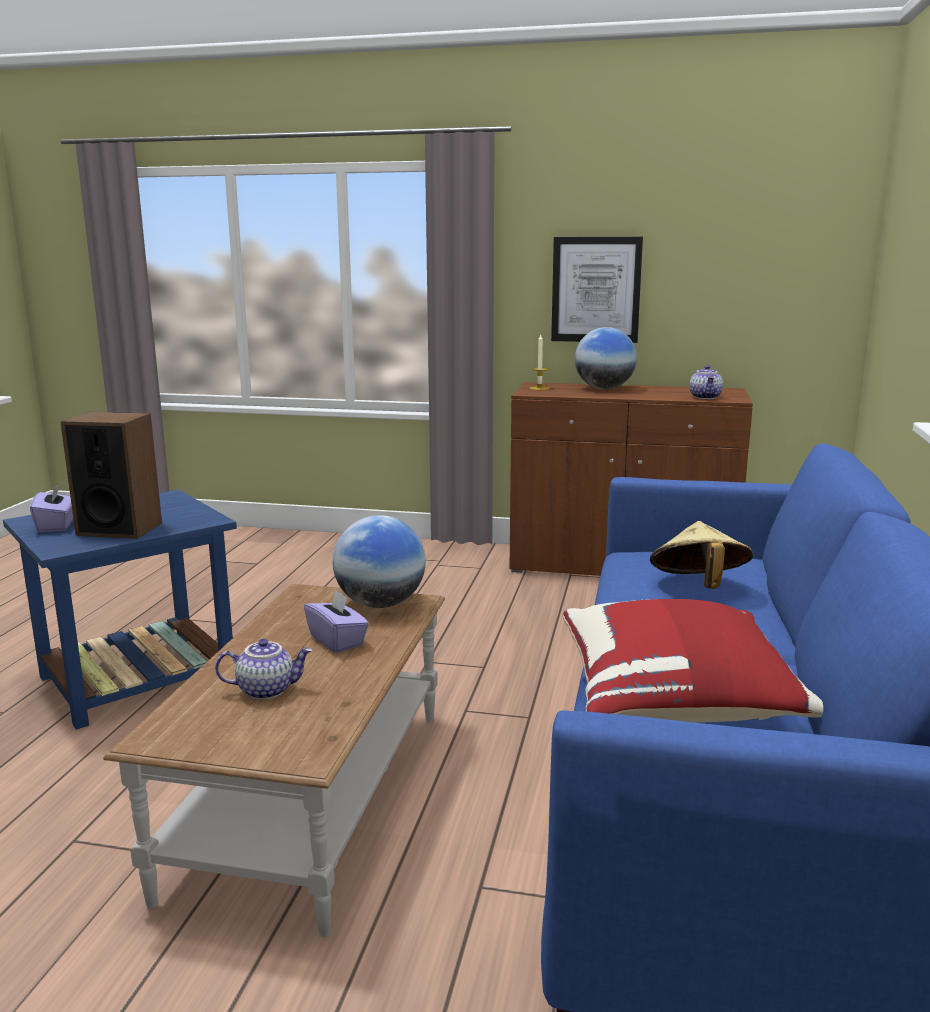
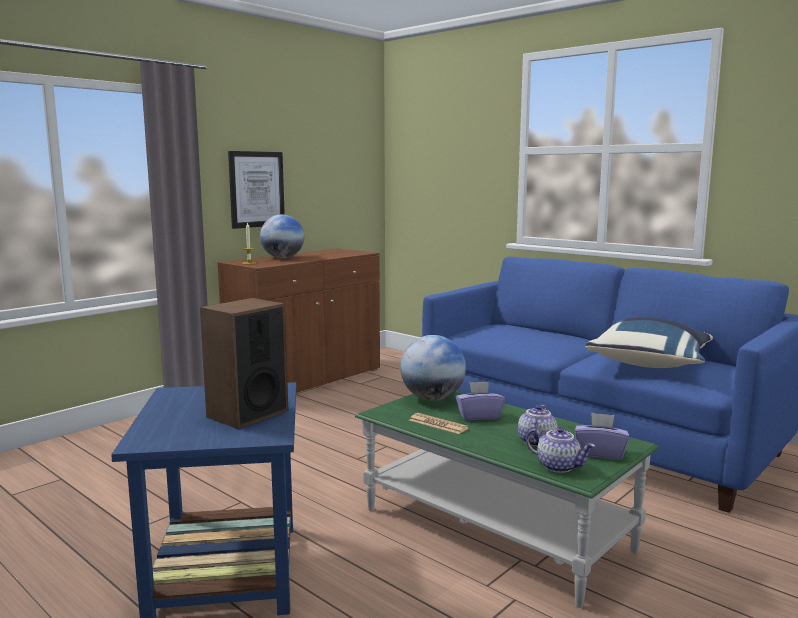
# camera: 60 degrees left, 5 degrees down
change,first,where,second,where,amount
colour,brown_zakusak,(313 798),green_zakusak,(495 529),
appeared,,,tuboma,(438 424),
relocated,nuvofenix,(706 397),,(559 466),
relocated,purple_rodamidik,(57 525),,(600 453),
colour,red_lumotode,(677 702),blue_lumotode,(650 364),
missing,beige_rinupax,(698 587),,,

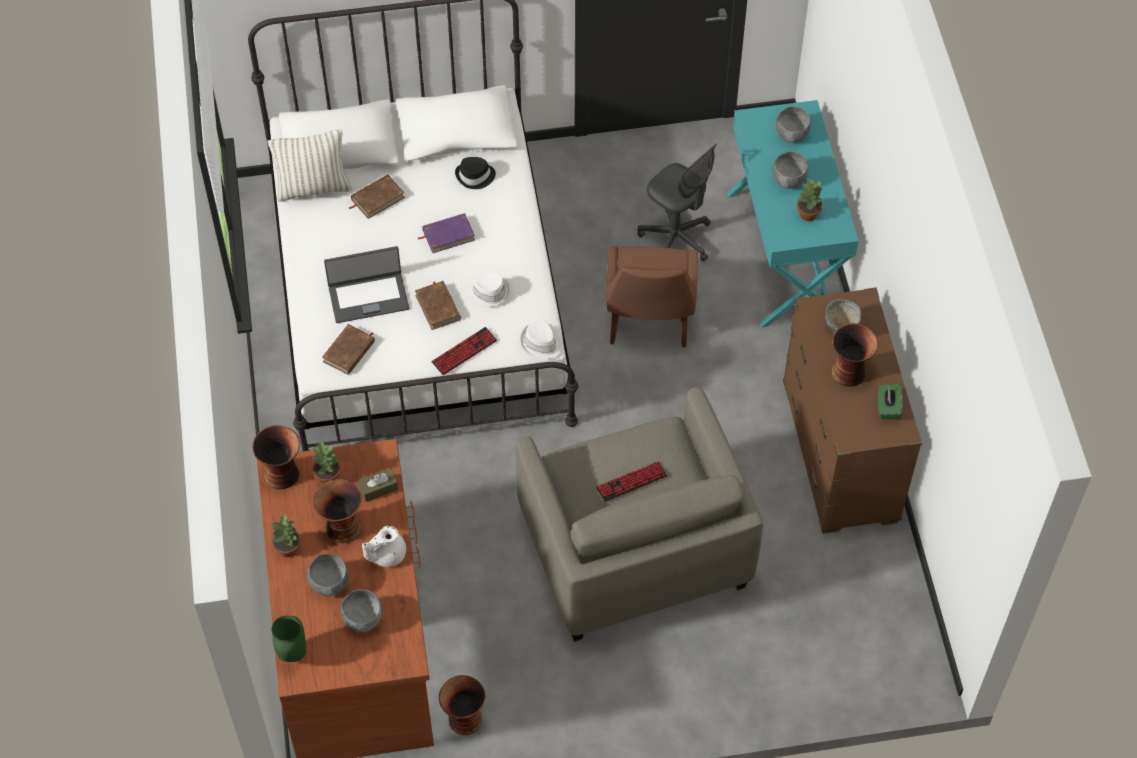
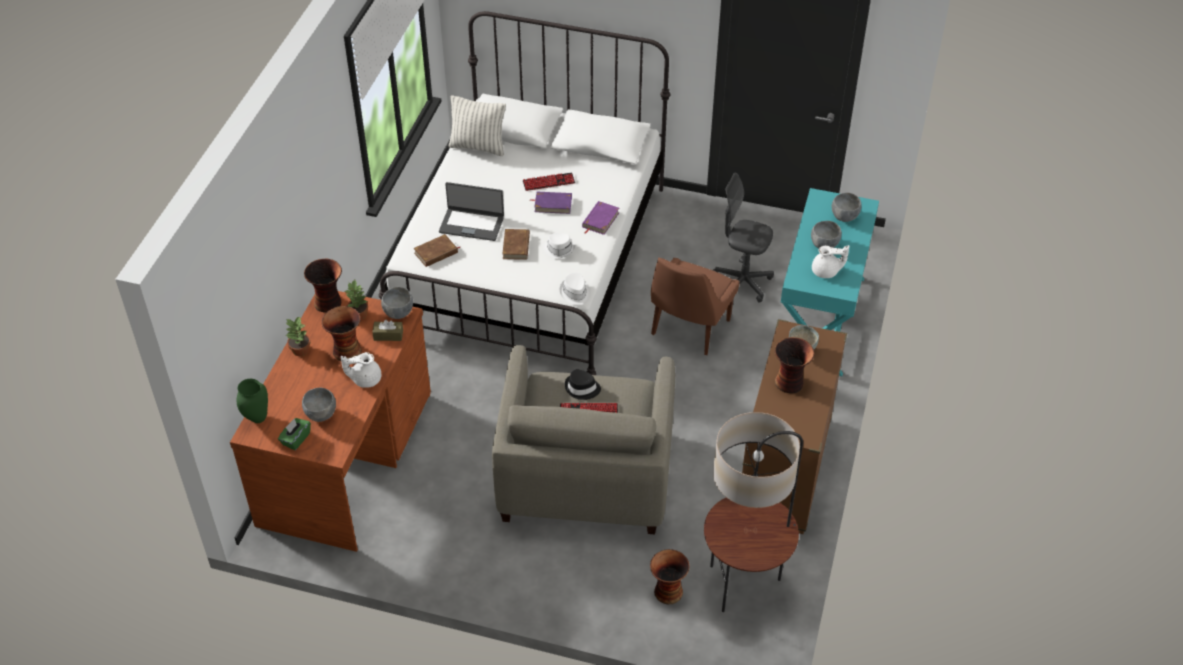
# camera: 25 degrees right, 10 degrees down
change,first,where,second,where,amount
relocated,green_rodamidik,(888 407),,(296 439),
relocated,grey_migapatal,(329 584),,(398 313),
relocated,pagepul,(464 352),,(548 182),
relocated,black_rinupax,(475 176),,(582 388),
appeared,,,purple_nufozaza,(600 220),
relocated,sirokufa,(463 719),,(667 591),
appeared,,,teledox,(744 584),
spun,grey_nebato,(676 239),,(742 283),135 degrees clockwise
exchanged,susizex,(808 214),white_nuvofenix,(826 272),
missing,brown_nufozaza,(377 198),,,

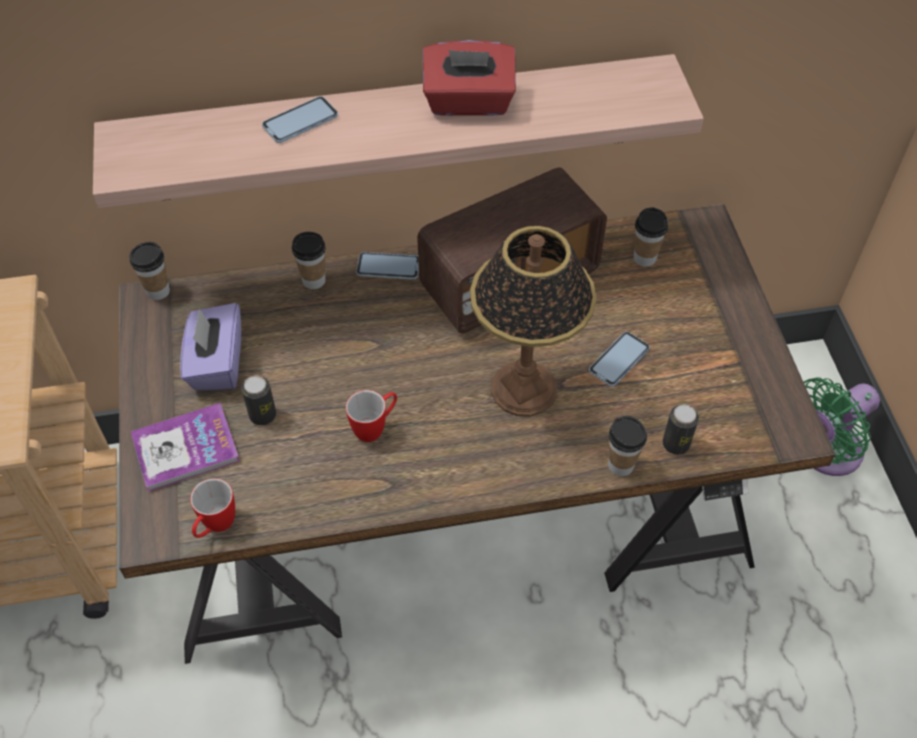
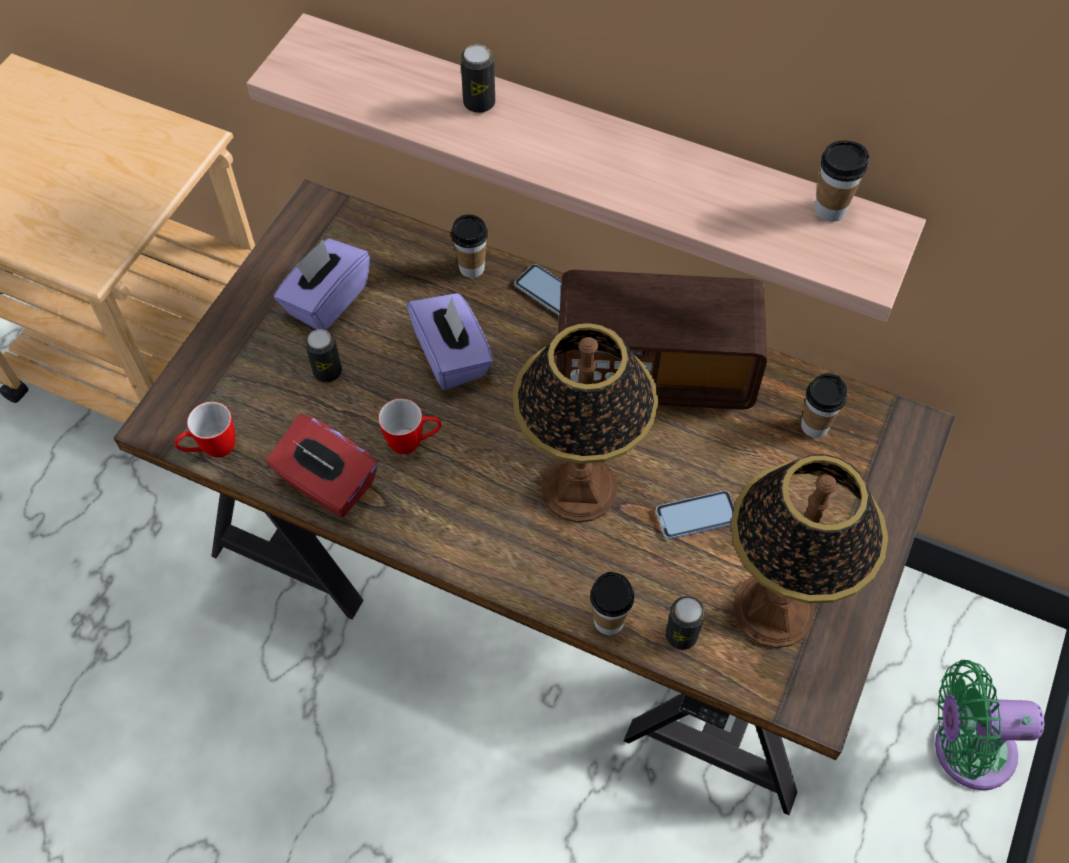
# camera: 35 degrees right, 5 degrees up
change,first,where,second,where,amount
relocated,red_rodamidik,(468 102),,(327 483),
appeared,,,purple_rodamidik,(452 356),
exchanged,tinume,(300 121),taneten,(479 103),
appeared,,,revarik,(774 609),
relocated,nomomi,(158 291),,(829 209),
missing,nufozaza,(186 448),,,

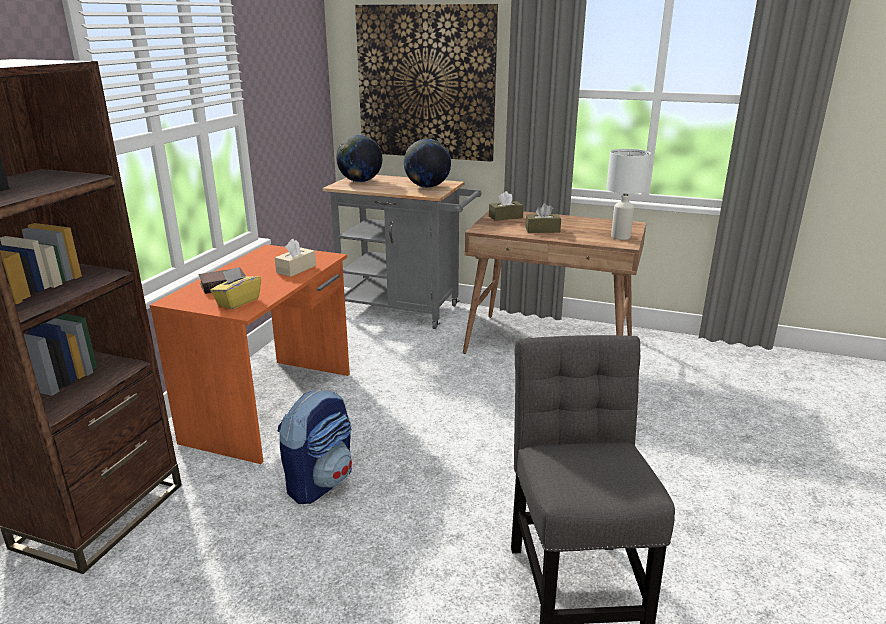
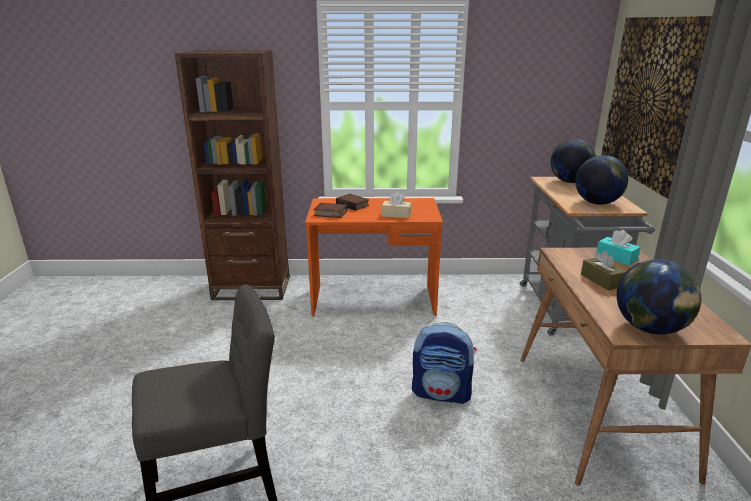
# camera: 70 degrees right, 0 degrees up
change,first,where,second,where,amount
exchanged,yellow_rodamidik,(238 302),nufozaza,(330 214),
relocated,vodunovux,(320 482),,(442 393),
colour,brown_rodamidik,(505 217),turquoise_rodamidik,(616 257),
exchanged,white_revarik,(621 237),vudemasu,(649 329),

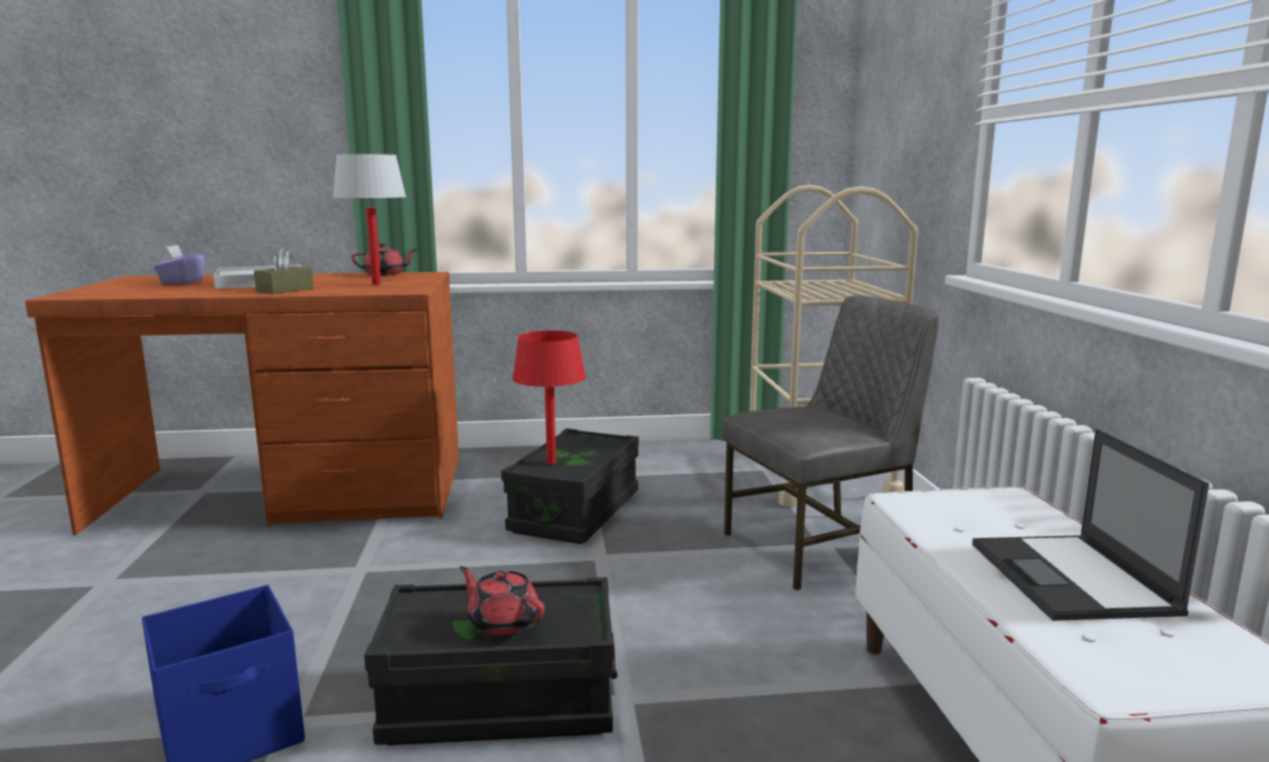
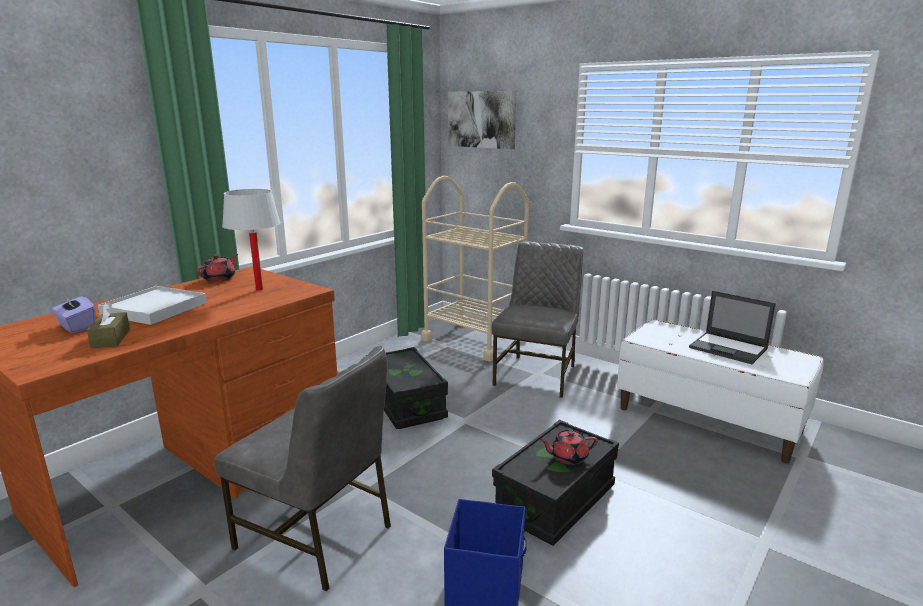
# camera: 45 degrees left, 5 degrees up
change,first,where,second,where,amount
relocated,brown_rodamidik,(285 290),,(111 338),
appeared,,,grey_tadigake,(317 537),
appeared,,,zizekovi,(482 119),
missing,red_revarik,(551 463),,,

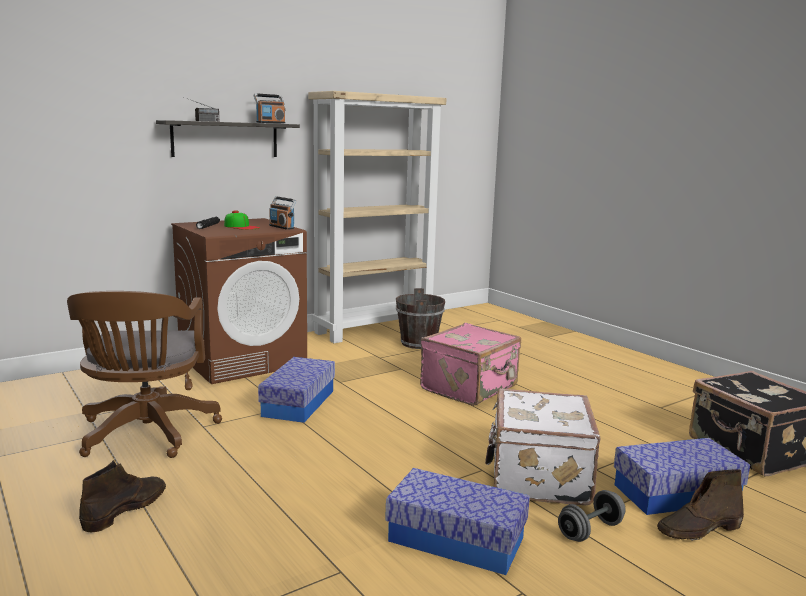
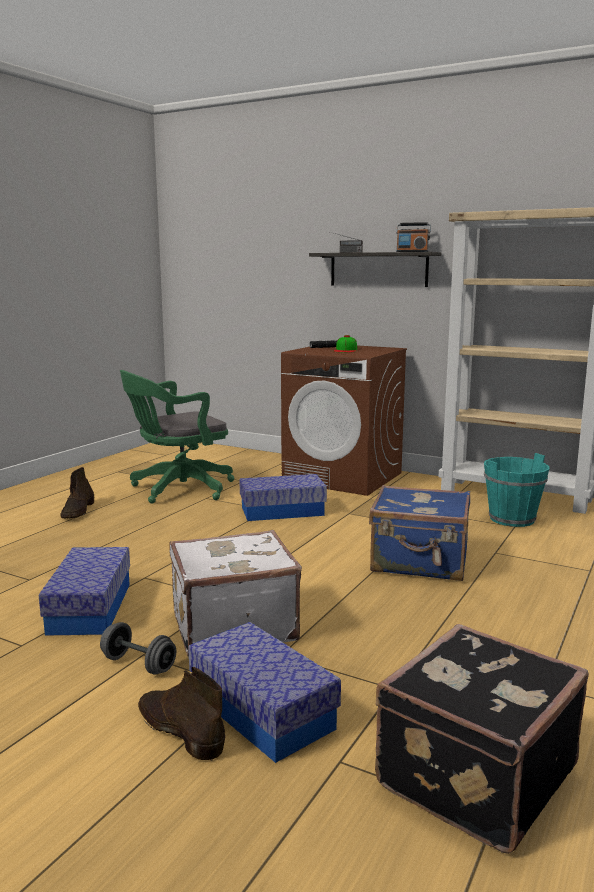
# camera: 65 degrees right, 0 degrees up
change,first,where,second,where,amount
spun,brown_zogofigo,(126 508),,(78 511),90 degrees clockwise
colour,brown_nebato,(146 435),green_nebato,(178 489),
colour,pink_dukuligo,(470 388),blue_dukuligo,(420 563),
colour,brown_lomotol,(419 343),turquoise_lomotol,(512 519),
missing,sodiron,(282 227),,,

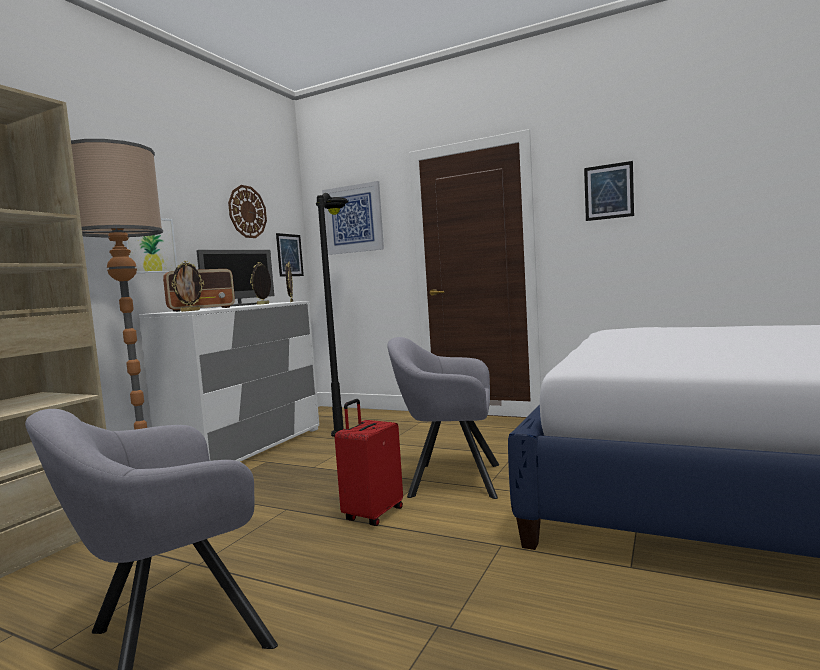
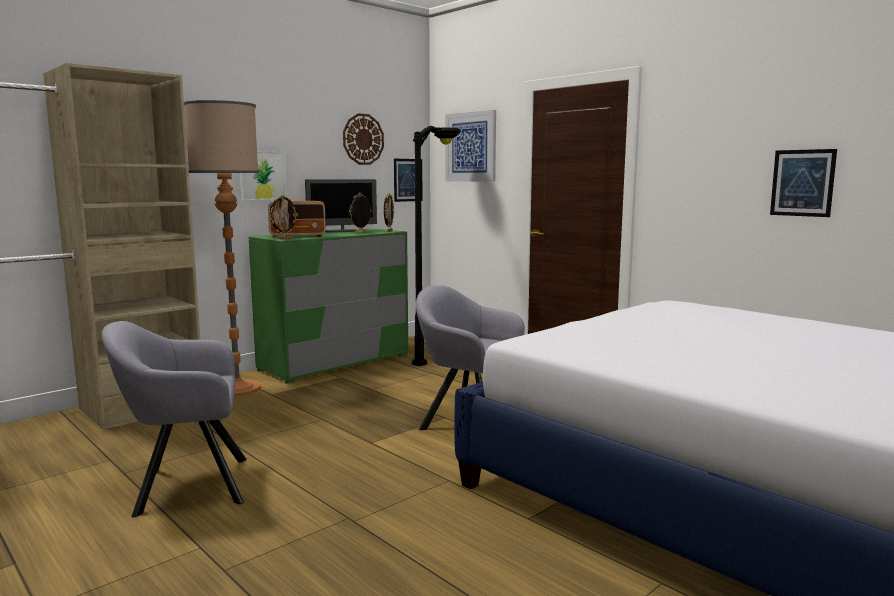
# camera: 20 degrees right, 5 degrees up
change,first,where,second,where,amount
colour,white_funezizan,(246 448),green_funezizan,(335 362),
relocated,zizekovi,(608 191),,(802 183),
missing,red_dukuligo,(372 514),,,

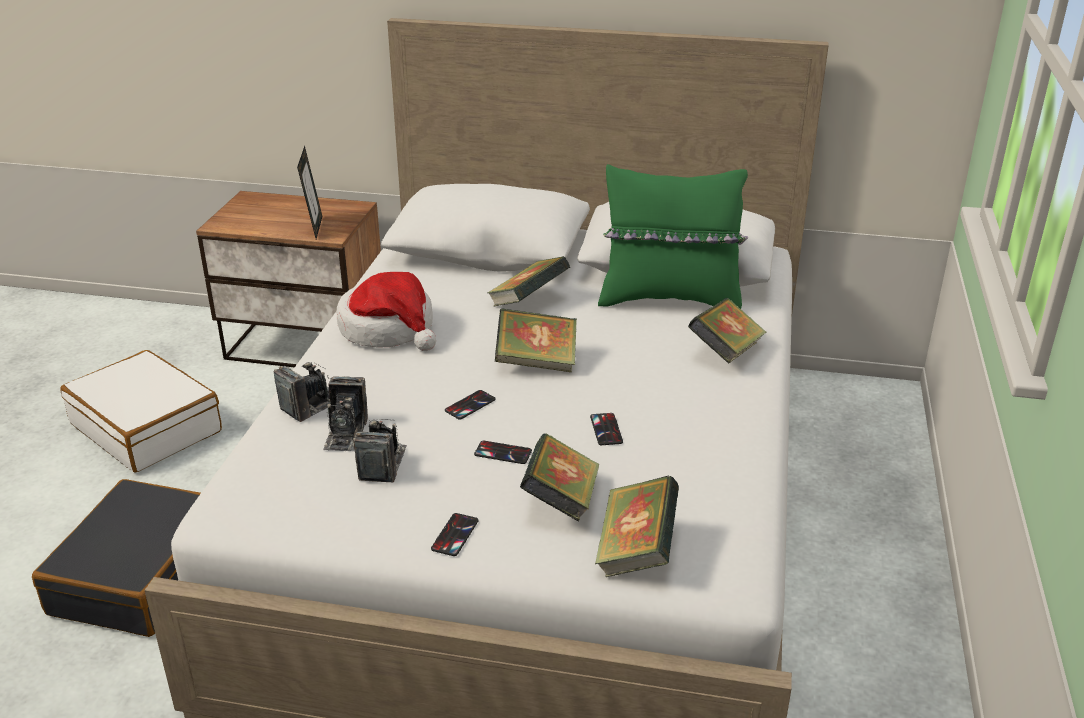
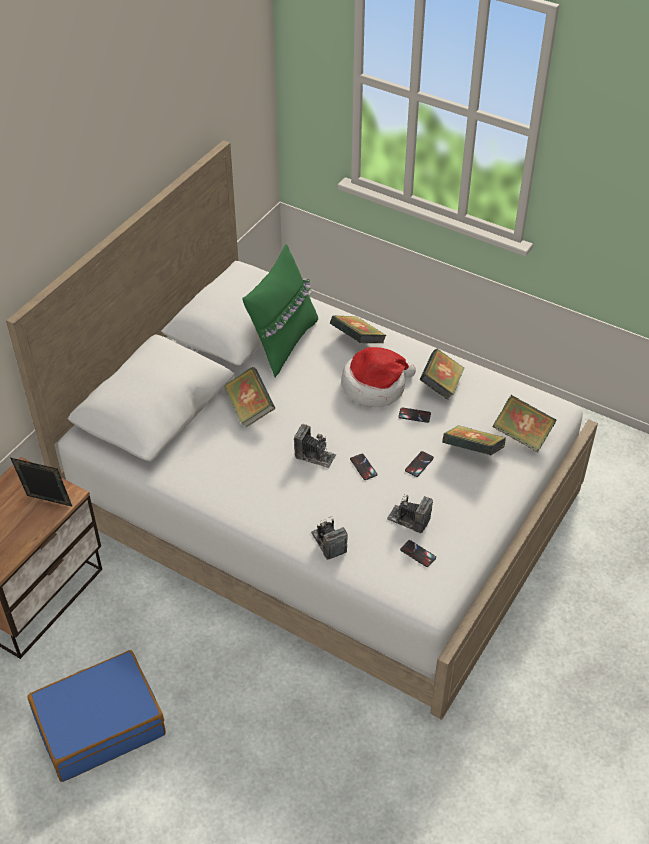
# camera: 70 degrees left, 15 degrees up
change,first,where,second,where,amount
colour,white_dukuligo,(147 427),blue_dukuligo,(99 724),
relocated,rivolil,(346 433),,(315 456),
relocated,rinupax,(389 329),,(375 386),
relocated,tinume,(455 535),,(418 554),
relocated,nufozaza,(536 362),,(441 386),
missing,black_dukuligo,(143 575),,,

